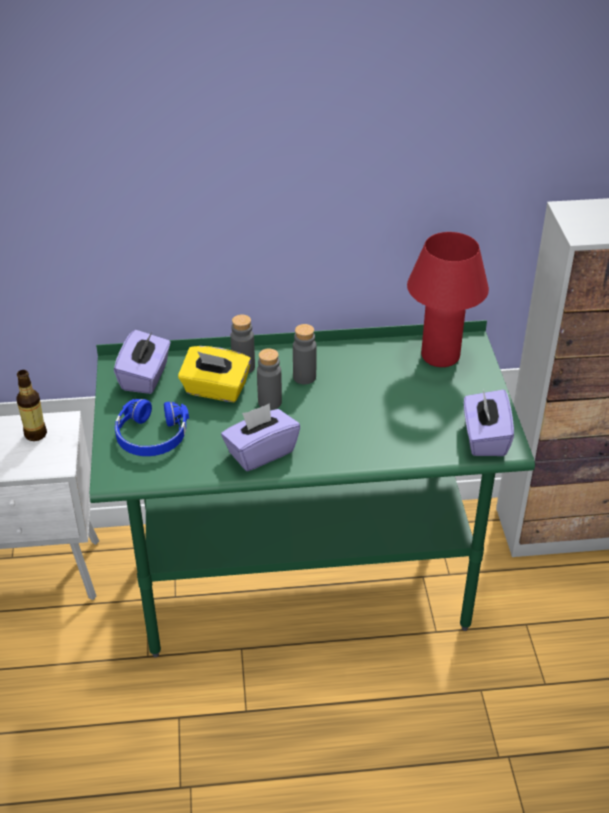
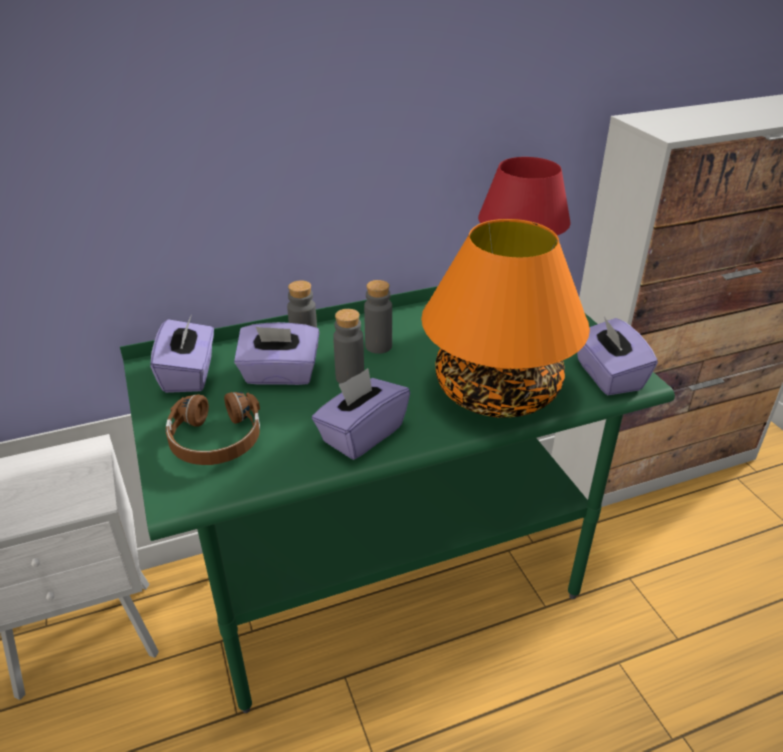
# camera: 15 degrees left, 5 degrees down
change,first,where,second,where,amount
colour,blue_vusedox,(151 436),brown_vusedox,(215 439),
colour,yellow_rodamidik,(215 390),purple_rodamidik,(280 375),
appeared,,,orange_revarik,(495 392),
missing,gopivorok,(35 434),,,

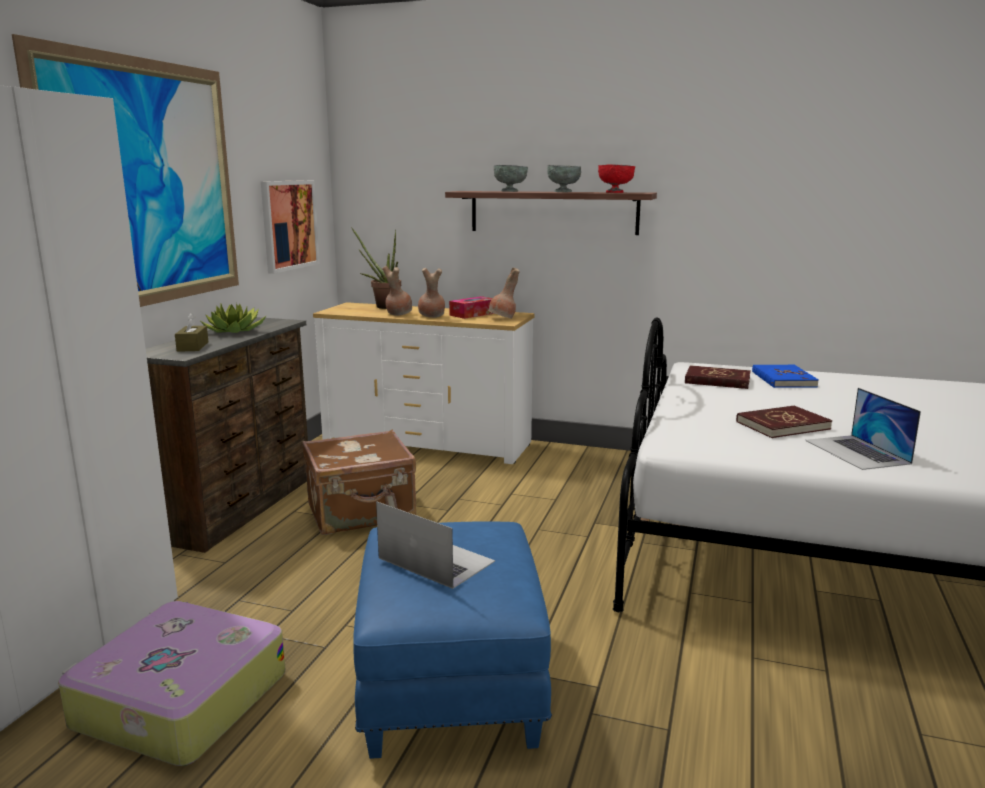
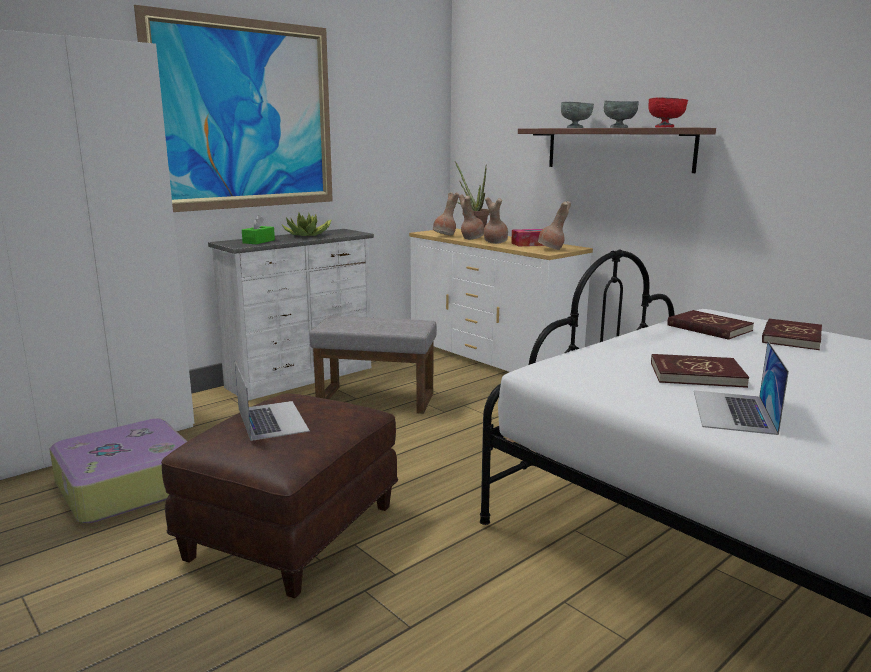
# camera: 30 degrees right, 0 degrees up
change,first,where,second,where,amount
colour,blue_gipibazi,(448 681),brown_gipibazi,(292 530),
colour,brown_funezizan,(242 508),white_funezizan,(302 378),
colour,brown_rodamidik,(193 346),green_rodamidik,(258 241),
exchanged,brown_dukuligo,(362 513),grey_gipibazi,(377 399),
appeared,,,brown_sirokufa,(445 236),
colour,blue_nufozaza,(783 379),red_nufozaza,(791 337),
missing,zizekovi,(289 225),,,

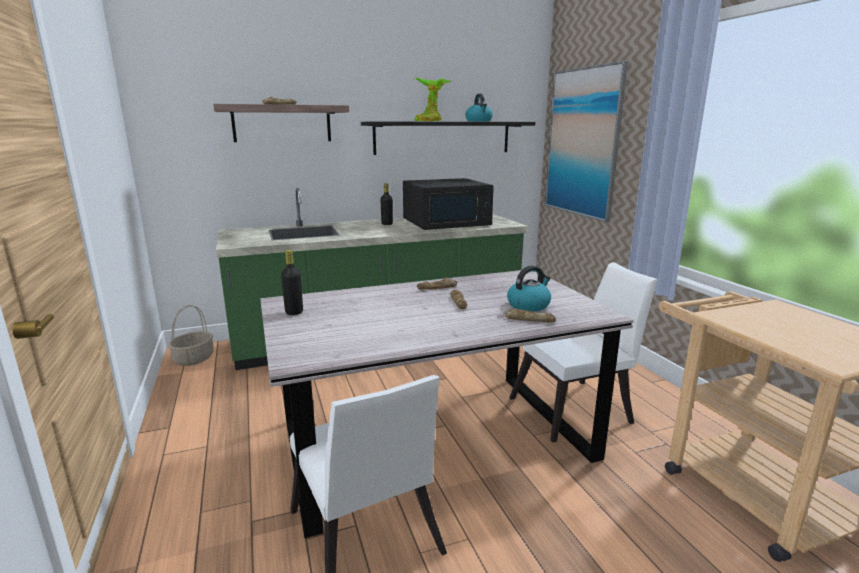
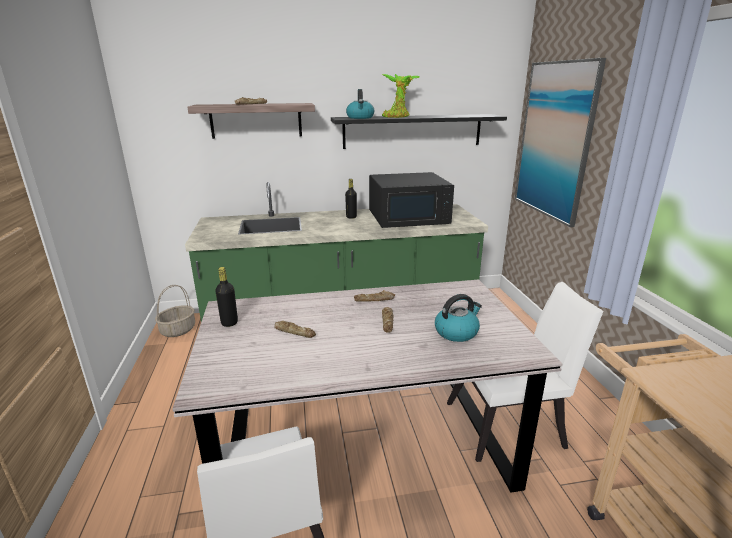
# camera: 10 degrees right, 5 degrees up
change,first,where,second,where,amount
relocated,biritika,(529 319),,(295 332),
relocated,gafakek,(479 121),,(360 118),

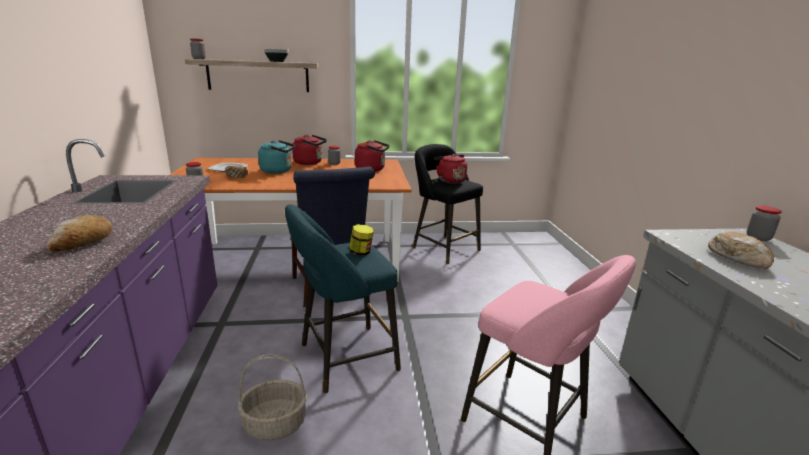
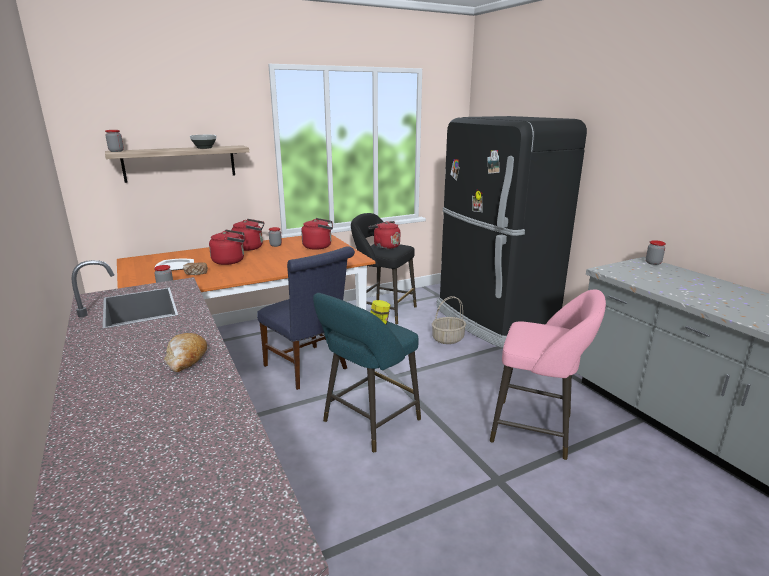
# camera: 20 degrees left, 0 degrees up
change,first,where,second,where,amount
colour,turquoise_gafakek,(278 171),red_gafakek,(230 261),
relocated,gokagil,(276 423),,(448 339),
appeared,,,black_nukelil,(492 320),
missing,biritika,(738 258),,,

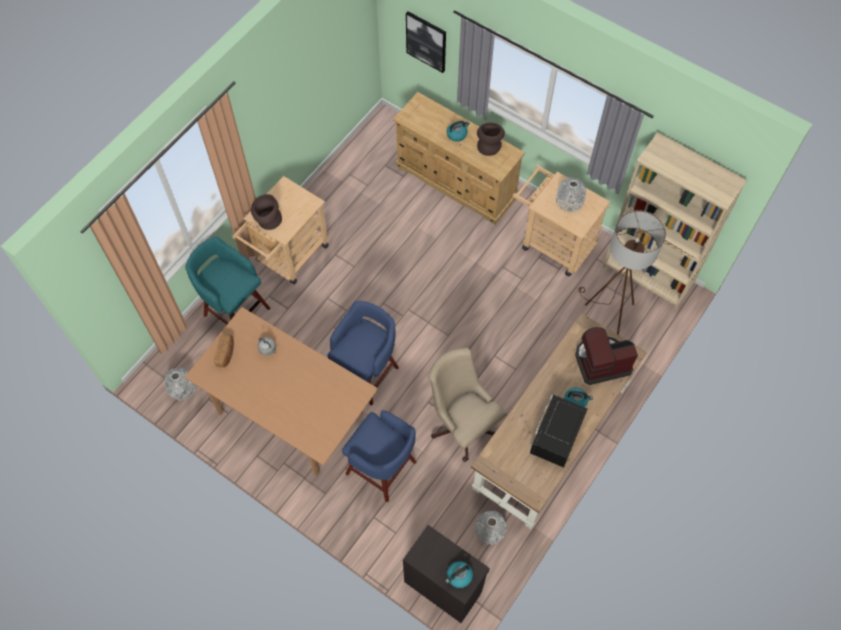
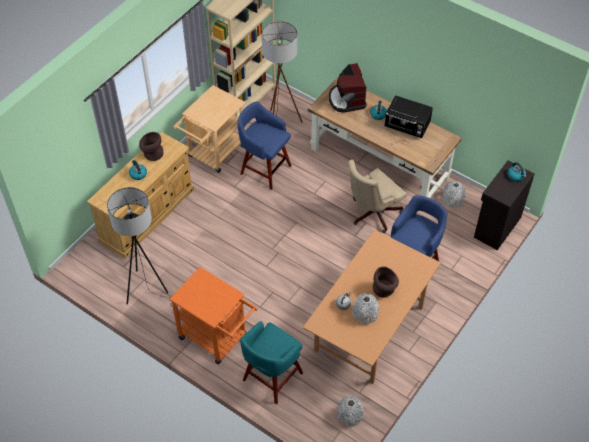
# camera: 90 degrees left, 10 degrees down
change,first,where,second,where,amount
appeared,,,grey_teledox,(147 289),
colour,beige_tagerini,(288 257),orange_tagerini,(217 338),
relocated,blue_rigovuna,(366 372),,(264 169),
relocated,grey_sirokufa,(569 201),,(364 314),
relocated,brown_sirokufa,(268 221),,(384 290),
missing,biritika,(226 353),,,
missing,zizekovi,(426 41),,,

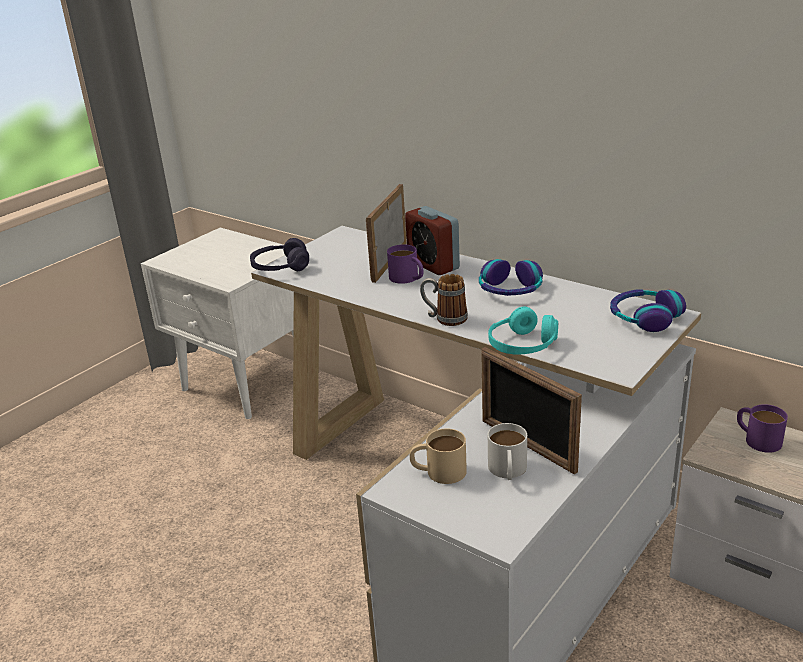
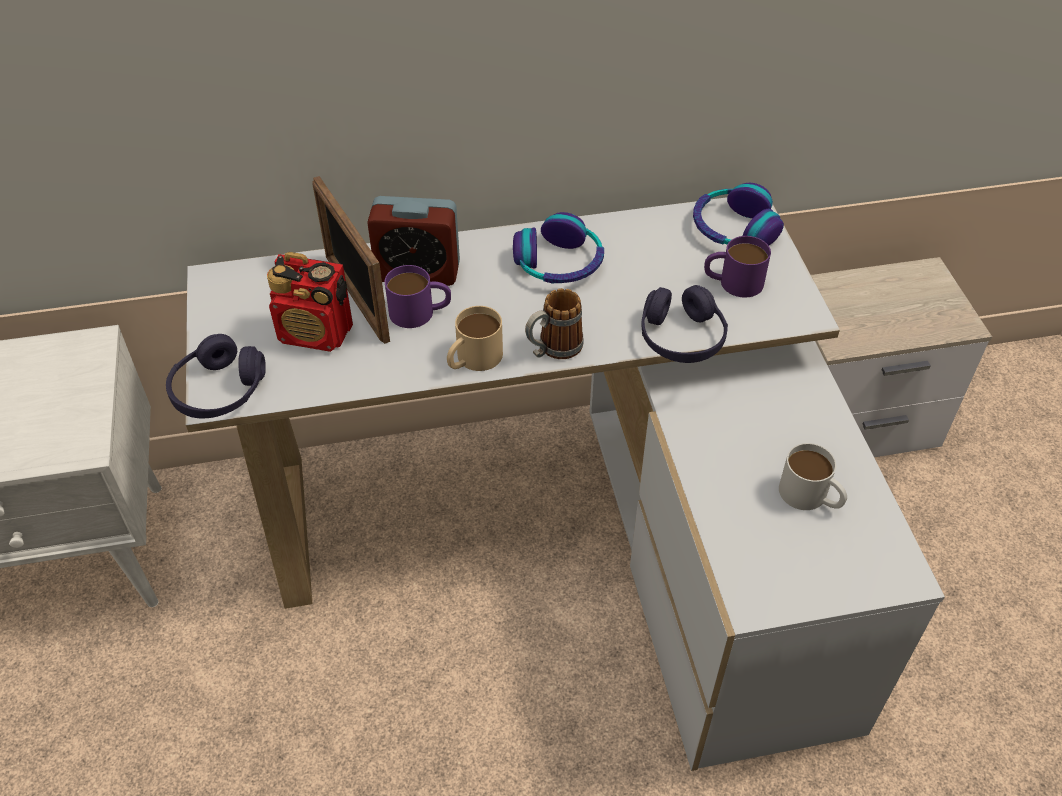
# camera: 50 degrees left, 20 degrees up
change,first,where,second,where,amount
appeared,,,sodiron,(316 334),
relocated,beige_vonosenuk,(438 471),,(473 359),
colour,turquoise_vusedox,(522 345),purple_vusedox,(681 338),
relocated,purple_vonosenuk,(757 438),,(732 282),
missing,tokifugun,(527 445),,,

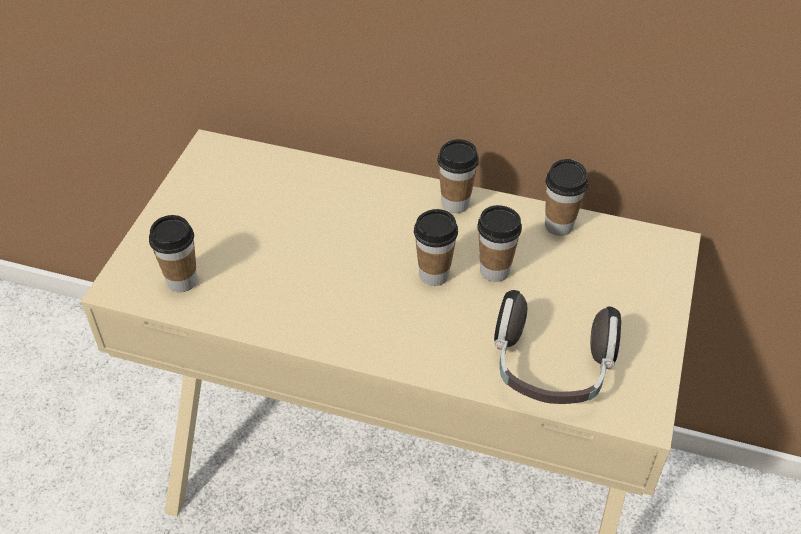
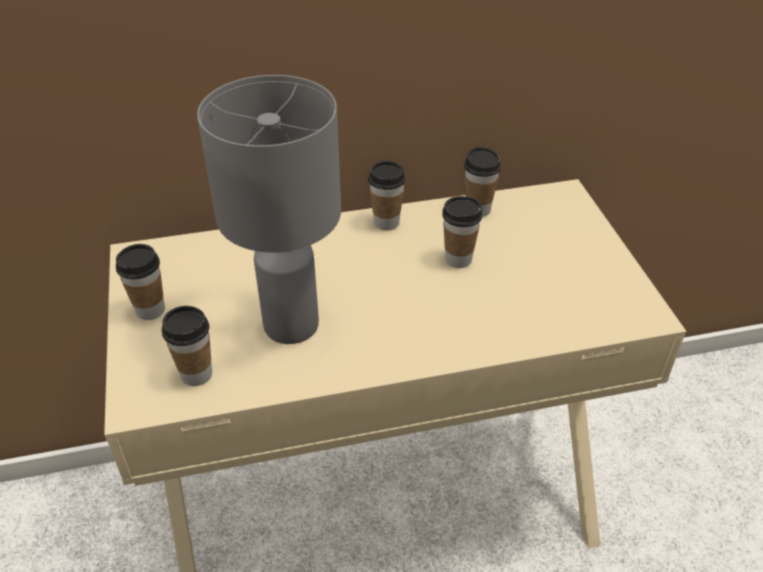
# camera: 30 degrees left, 5 degrees down
change,first,where,second,where,amount
relocated,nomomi,(434 274),,(150 310),
appeared,,,grey_revarik,(293 324),
missing,vusedox,(550 370),,,

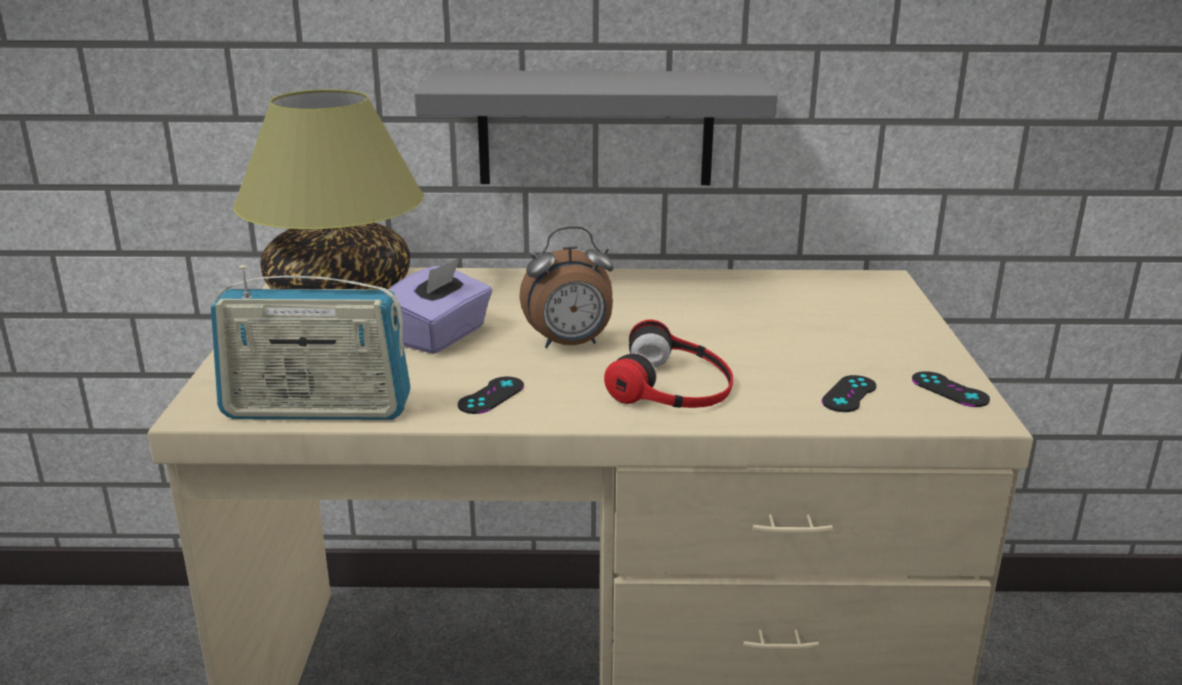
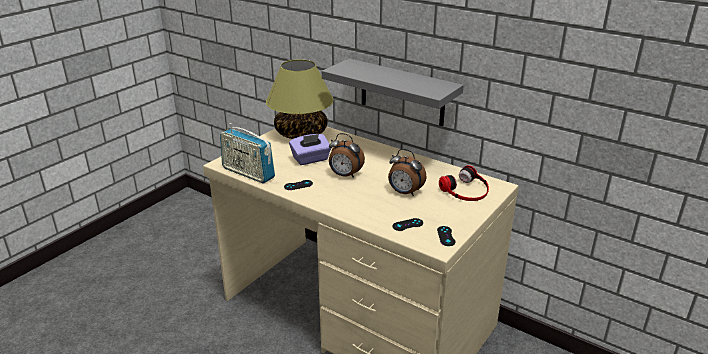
# camera: 35 degrees right, 5 degrees up
change,first,where,second,where,amount
appeared,,,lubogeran,(404 192),
relocated,vusedox,(673 384),,(466 190),

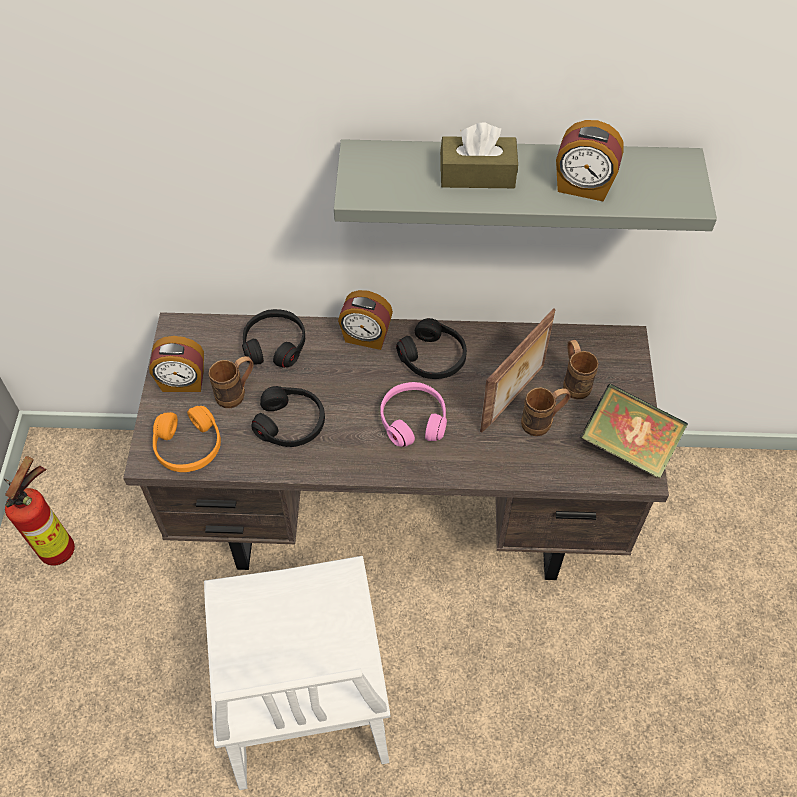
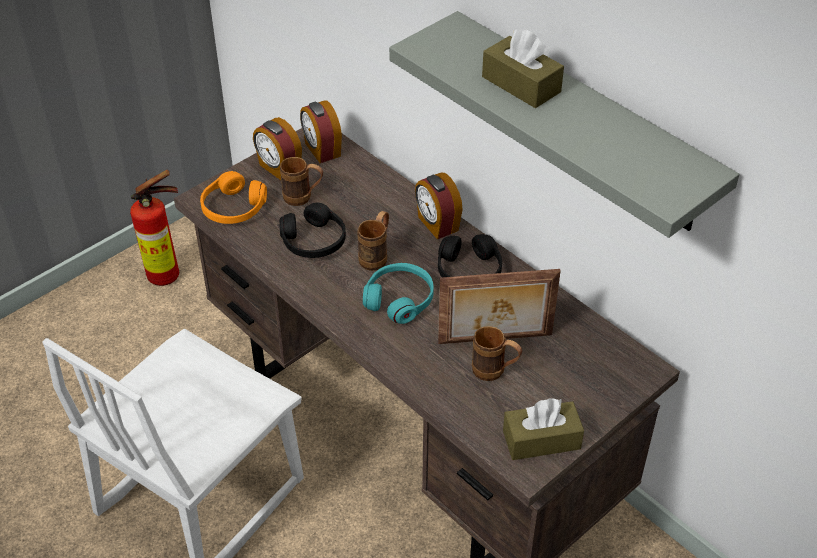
# camera: 45 degrees right, 10 degrees down
change,first,where,second,where,amount
relocated,lubogeran,(583 187),,(321 150),
relocated,brown_vonosenuk,(574 382),,(376 256),
colour,pink_vusedox,(413 420),turquoise_vusedox,(399 299),
exchanged,nufozaza,(627 446),brown_rodamidik,(541 440),
missing,black_vusedox,(275 344),,,

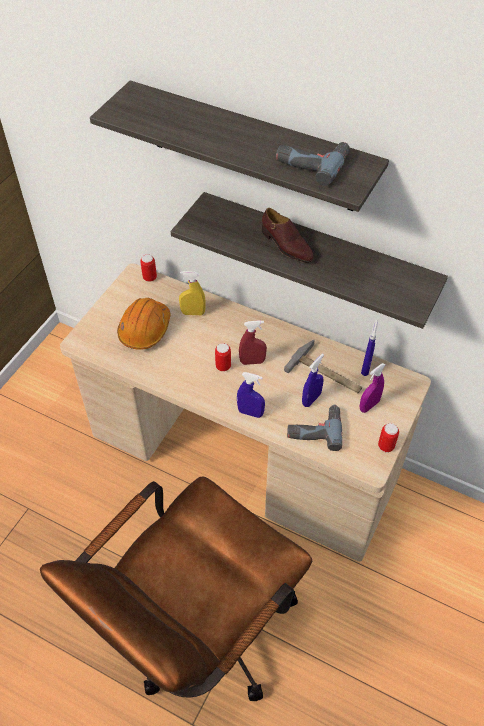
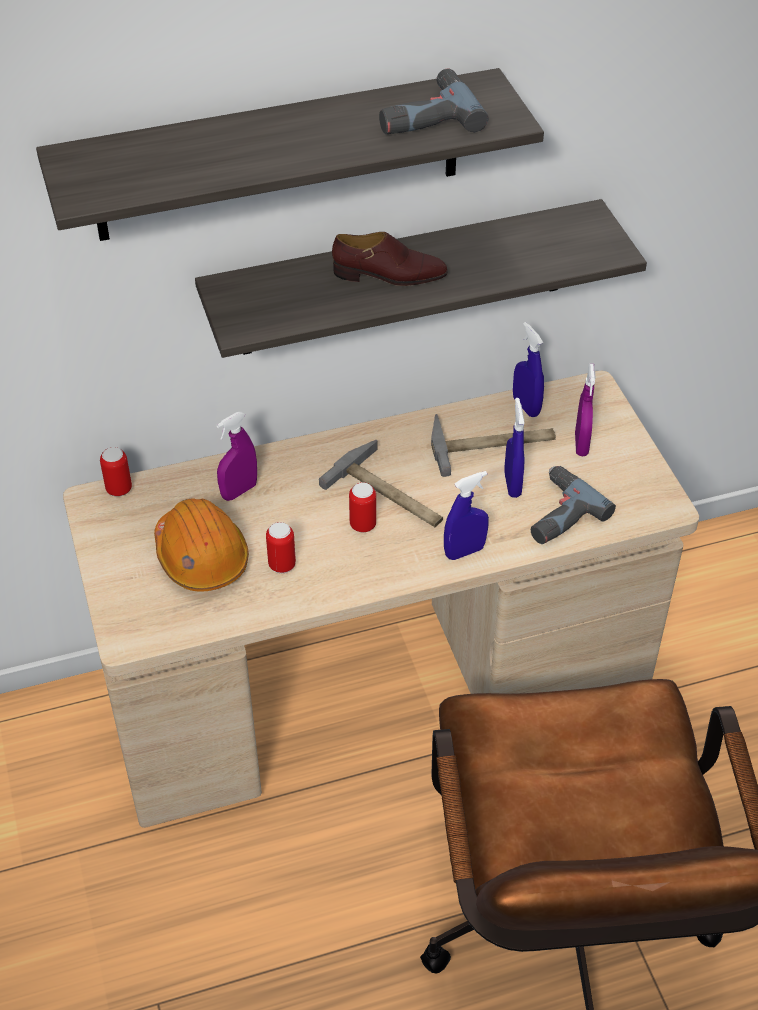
# camera: 45 degrees left, 5 degrees down
change,first,where,second,where,amount
colour,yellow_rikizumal,(193 313),purple_rikizumal,(239 491),
relocated,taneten,(386 446),,(282 565),
exchanged,red_rikizumal,(252 361),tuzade,(390 494),

